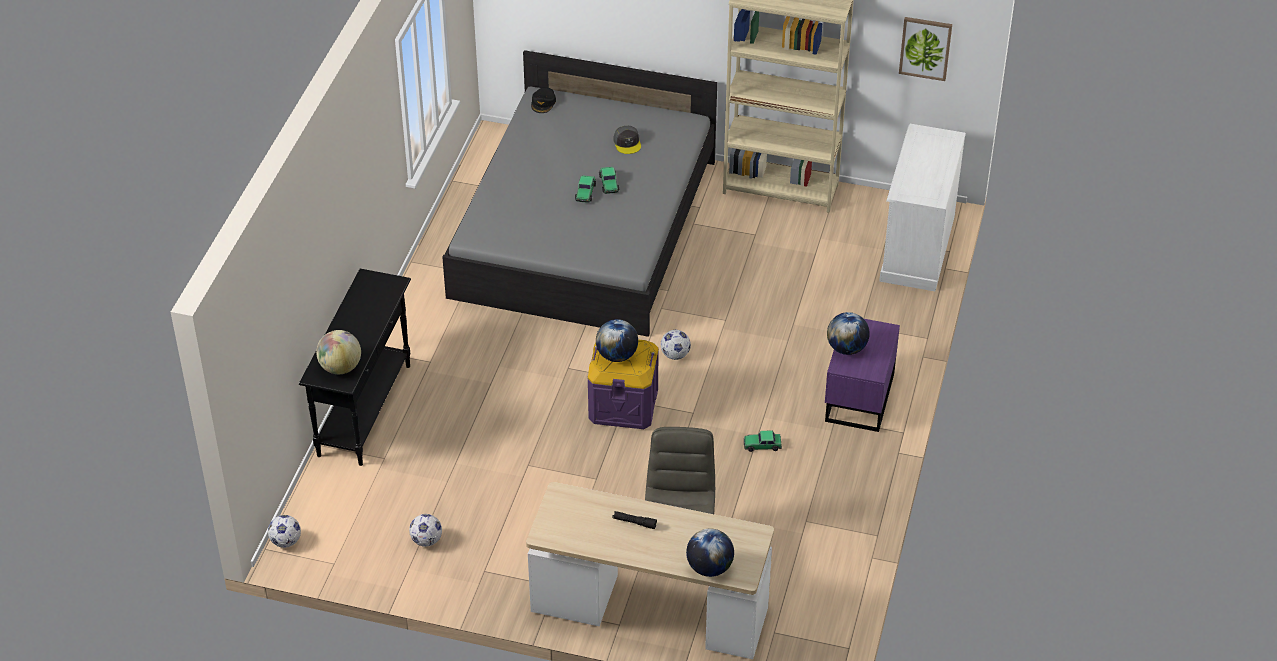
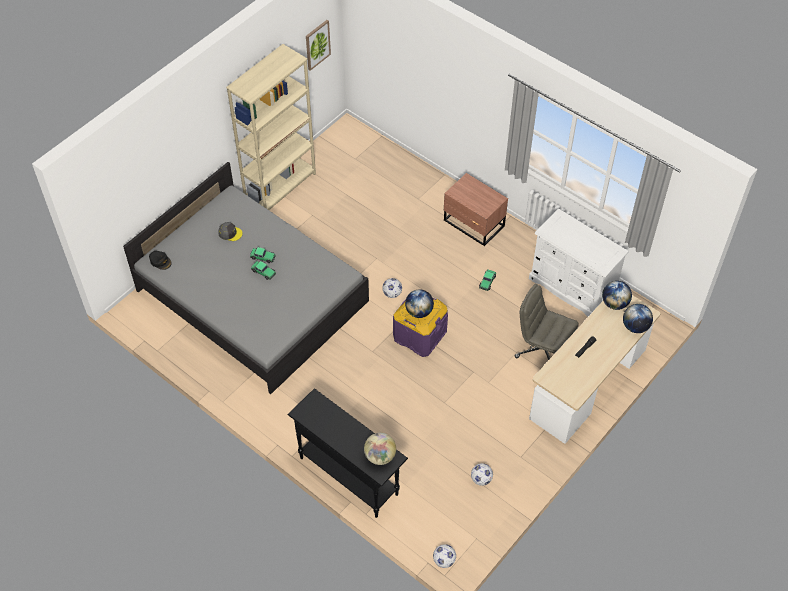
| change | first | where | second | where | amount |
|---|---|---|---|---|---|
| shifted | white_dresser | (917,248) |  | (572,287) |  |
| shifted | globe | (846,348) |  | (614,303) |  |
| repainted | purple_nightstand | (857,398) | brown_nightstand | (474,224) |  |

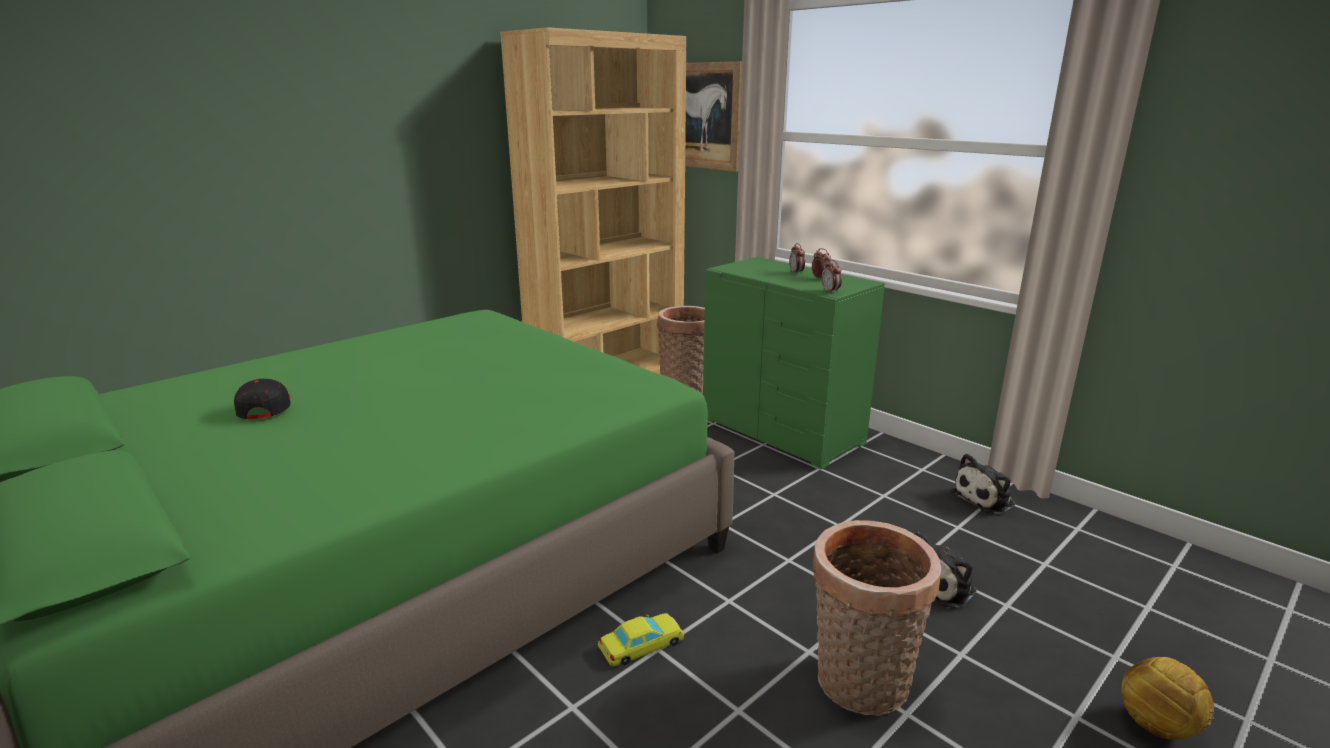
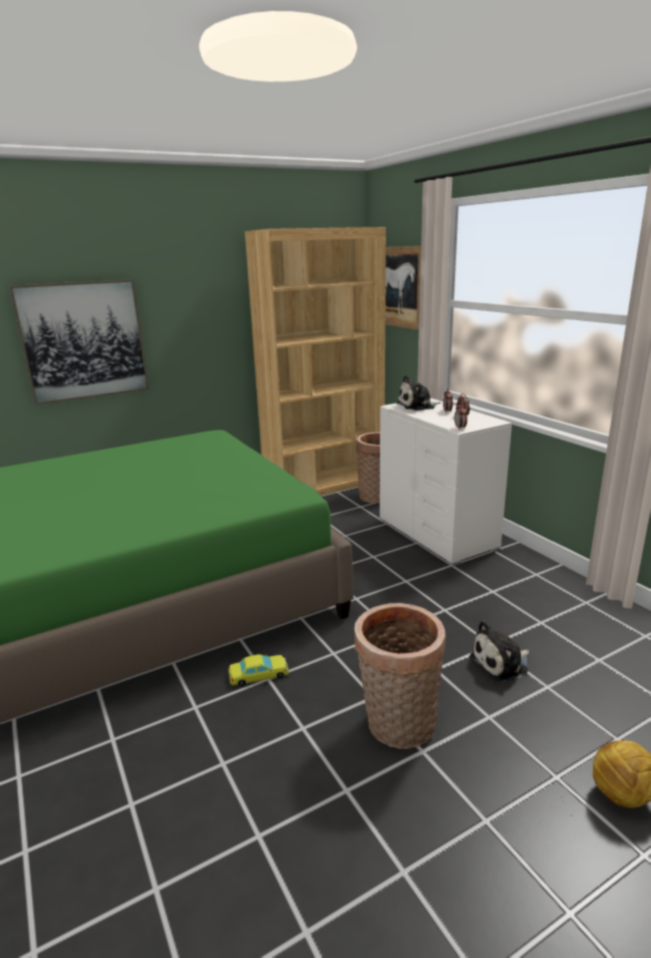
| change | first | where | second | where | amount |
|---|---|---|---|---|---|
| repainted | green_dresser | (783,430) | white_dresser | (437,533) |  |
| gone | black_cap | (265,407) |  |  |  |
| shifted | plush_toy | (985,498) |  | (418,406) |  |
| new |  |  | picture | (83,341) |  |

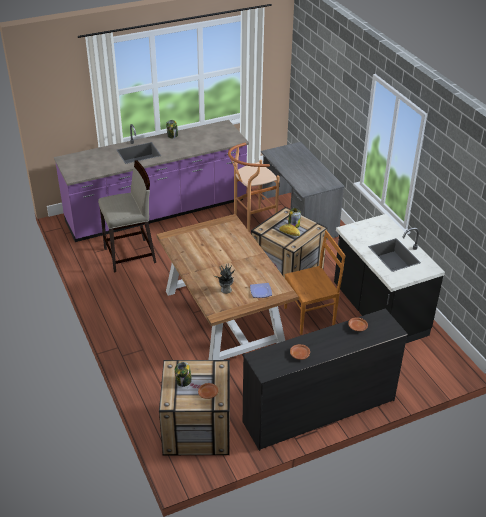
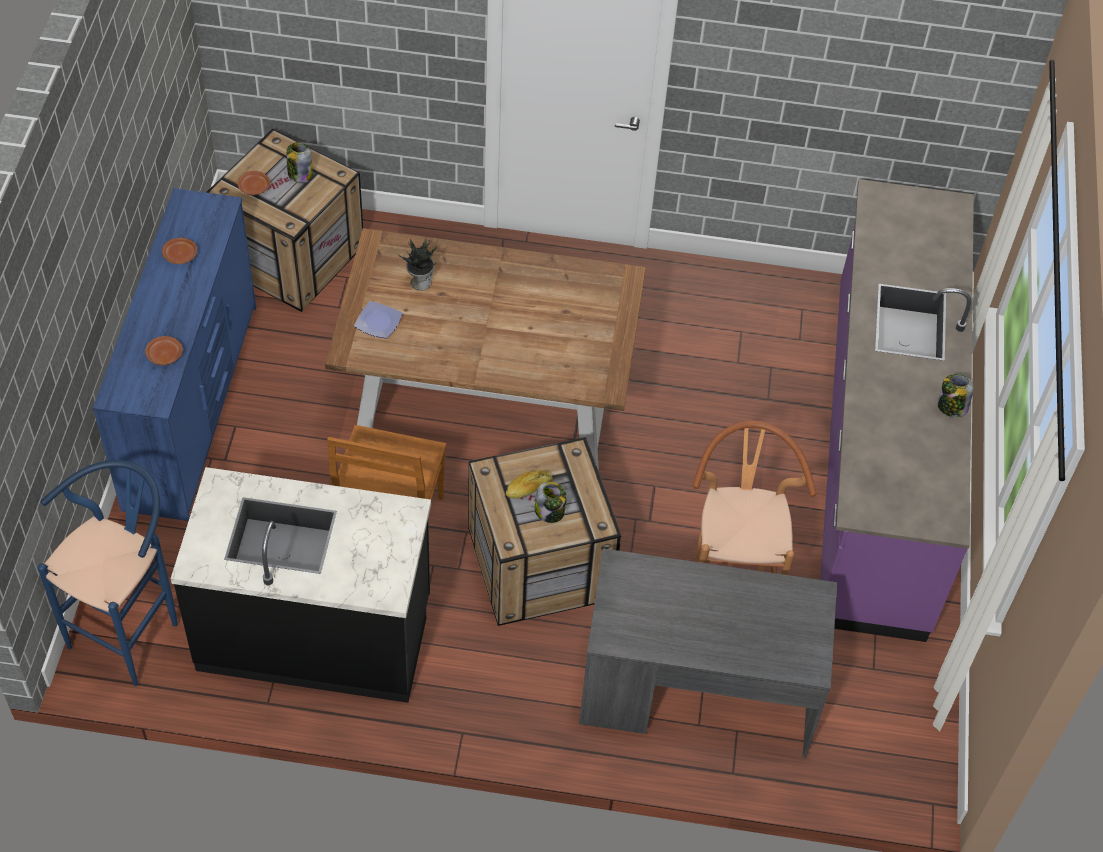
| change | first | where | second | where | amount |
|---|---|---|---|---|---|
| gone | beige_stool | (130,255) |  |  |  |
| repainted | black_dresser | (318,411) | blue_dresser | (193,405) |  |
| new |  |  | blue_stool | (132,629) |  |

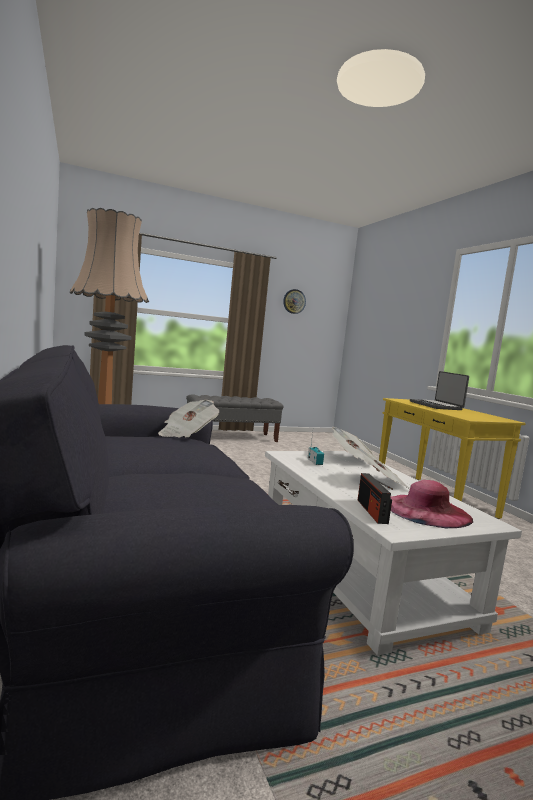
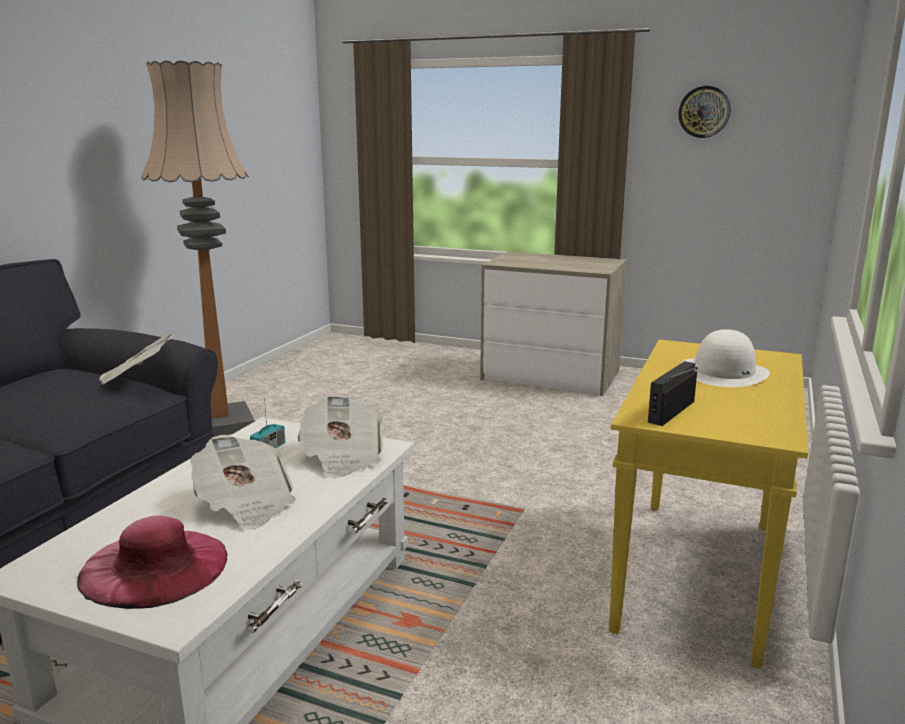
| change | first | where | second | where | amount |
|---|---|---|---|---|---|
| swapped | laptop | (436,406) | white_hat | (724,372) |  |
| swapped | grey_bench | (232,437) | dresser | (551,375) |  |
| shifted | radio | (372,511) |  | (671,411) |  |

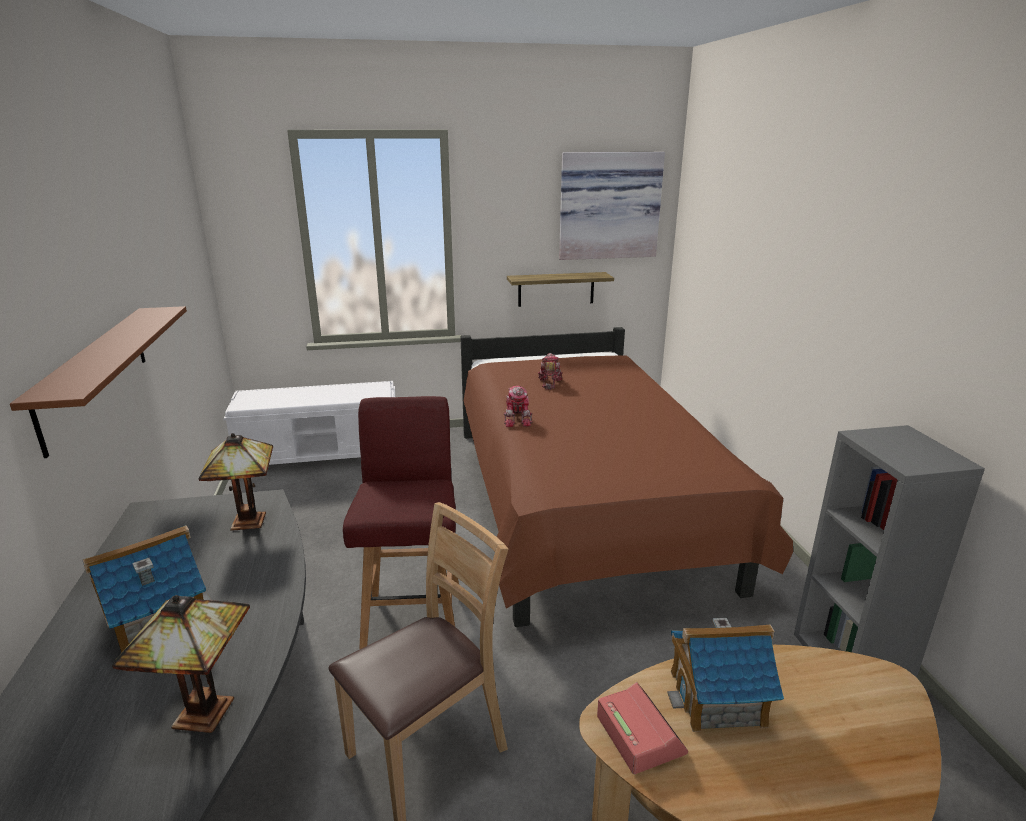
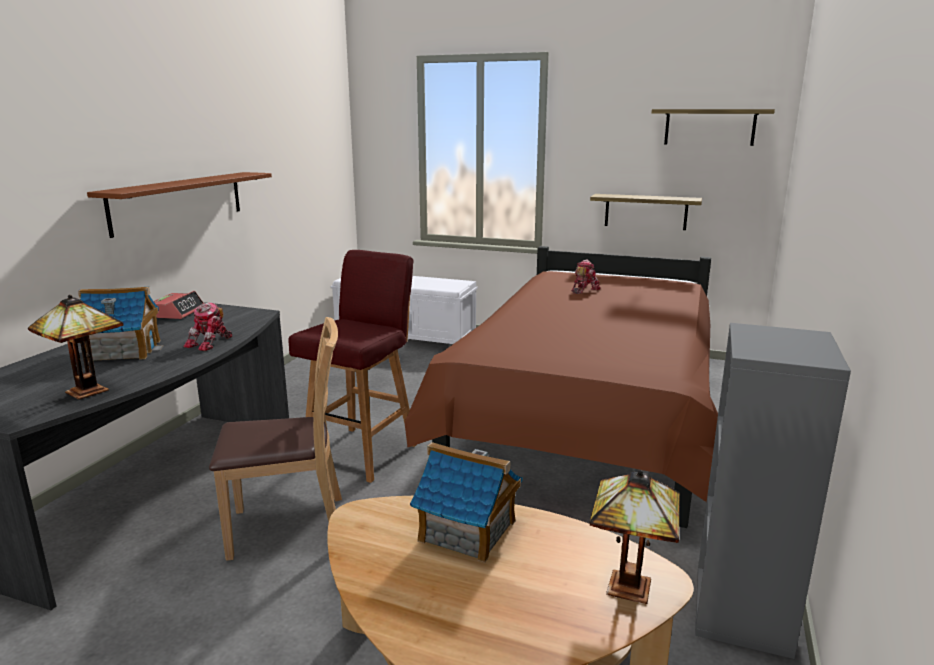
| change | first | where | second | where | amount |
|---|---|---|---|---|---|
| swapped | picture | (609,205) | shelf | (709,127) |  |
| shifted | toy_robot | (518,419) |  | (211,343) |  |
| shifted | table_lamp | (247,520) |  | (627,584) |  |
| shifted | alarm_clock | (639,734) |  | (177,312) |  |

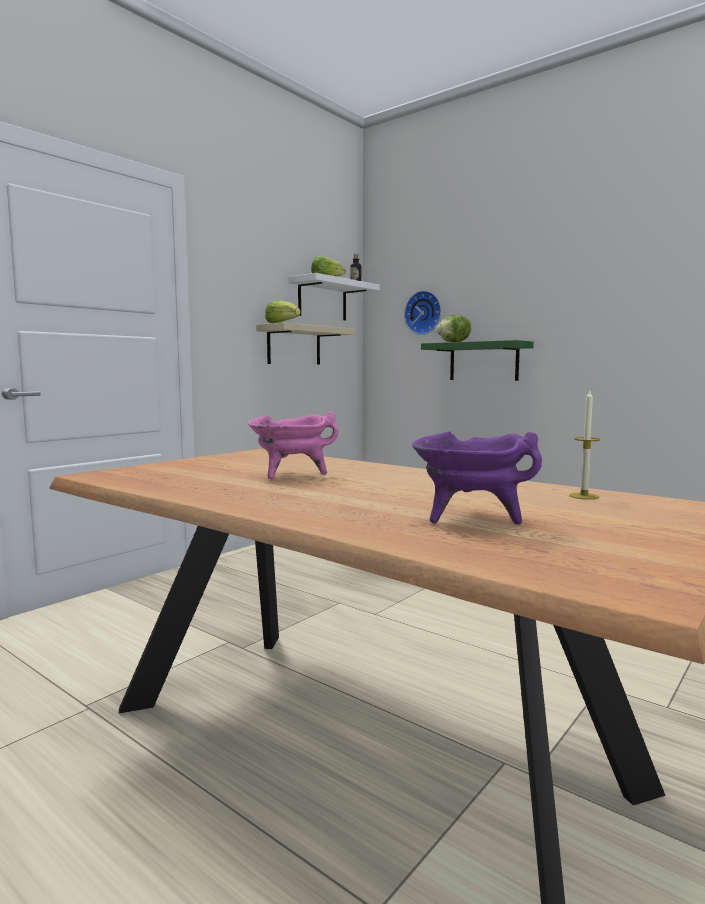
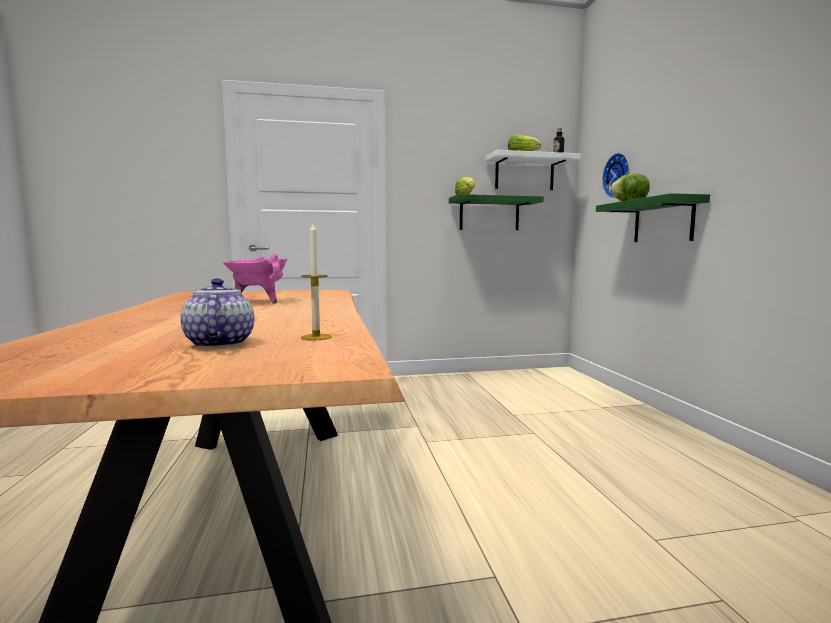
| change | first | where | second | where | amount |
|---|---|---|---|---|---|
| repainted | beige_shelf | (294,345) | green_shelf | (489,214) |  |
| gone | purple_cooking_pot | (470,518) |  |  |  |
| new |  |  | teapot | (219,343) |  |

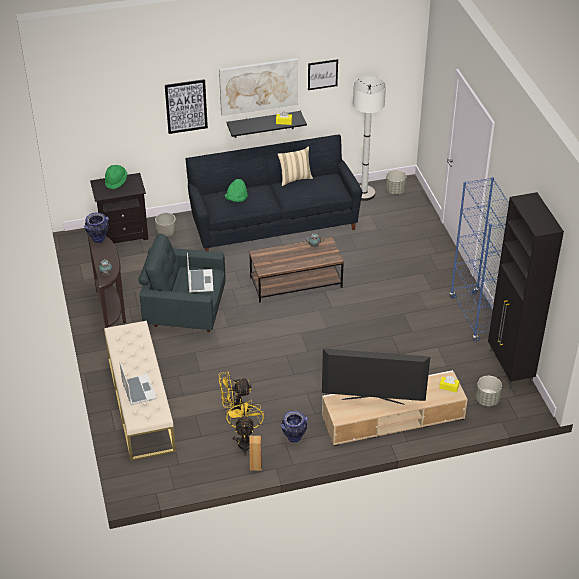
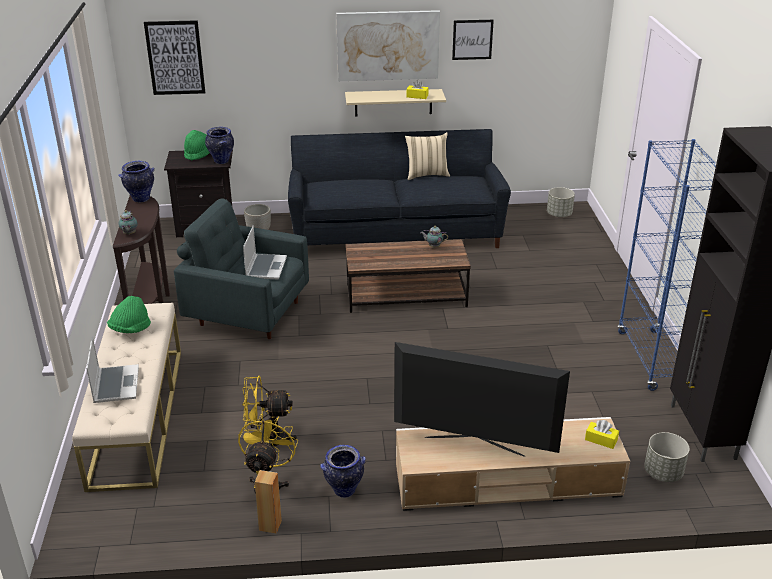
| change | first | where | second | where | amount |
|---|---|---|---|---|---|
| gone | white_floor_lamp | (364,193) |  |  |  |
| shifted | picture | (186,106) |  | (175,58) |  |
| repainted | black_shelf | (263,124) | beige_shelf | (393,102) |  |
| shifted | green_hat | (236,199) |  | (130,329) |  |
| new |  |  | vase | (221,161) |  |

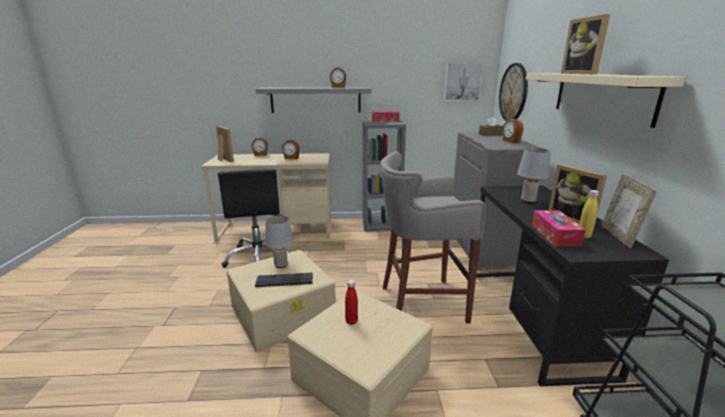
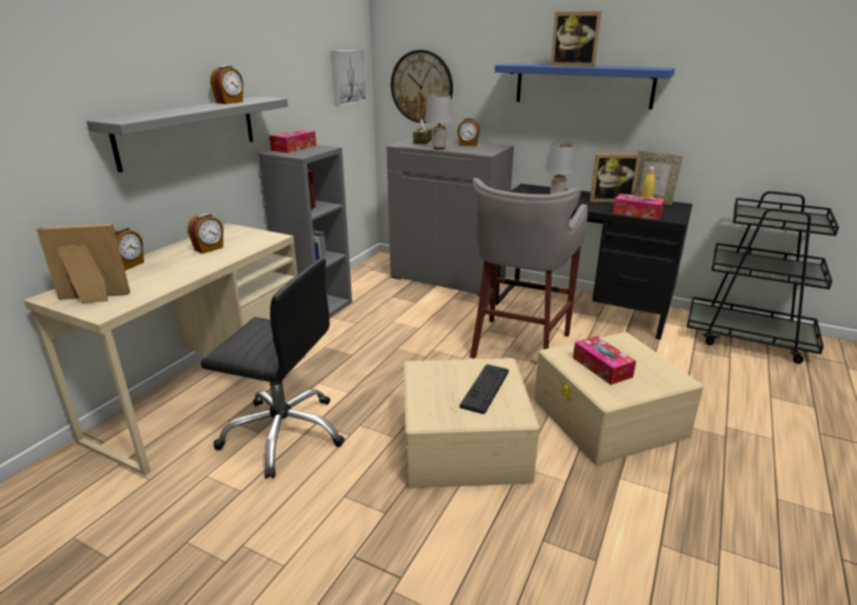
| change | first | where | second | where | amount |
|---|---|---|---|---|---|
| repainted | beige_shelf | (601,96) | blue_shelf | (583,85) |  |
| shifted | grey_table_lamp | (280,265) |  | (438,148) |  |
| swapped | red_bottle | (351,321) | tissue_box | (602,367) |  |

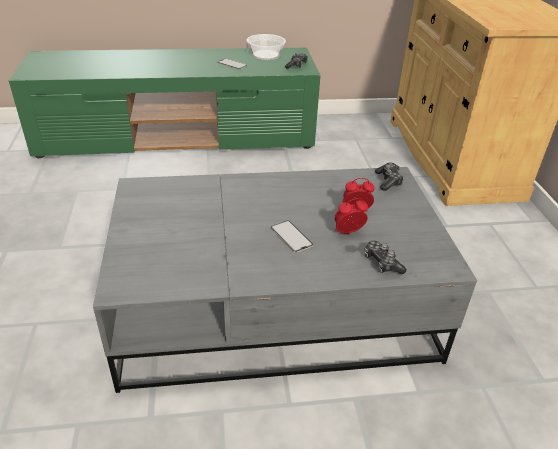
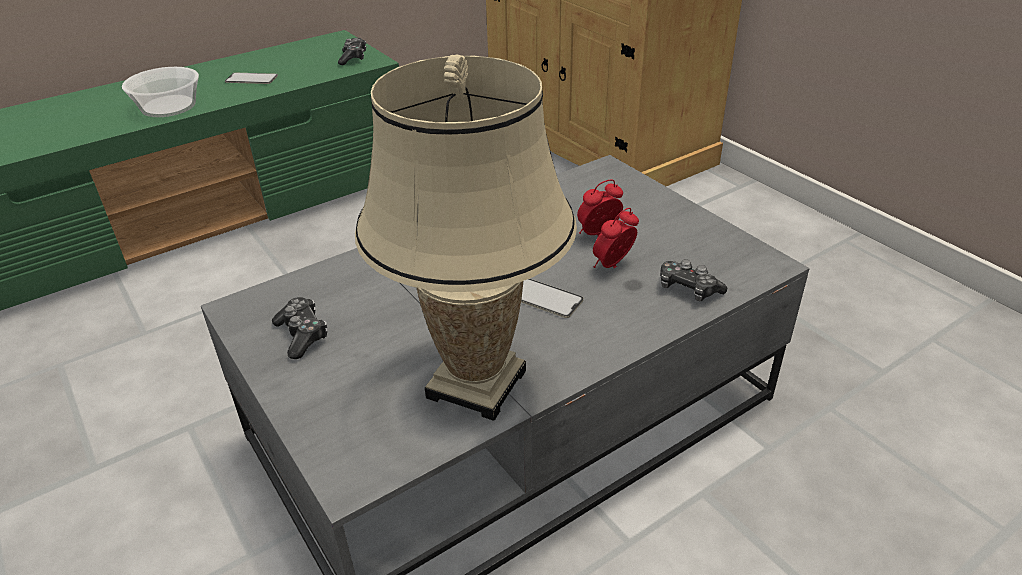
| change | first | where | second | where | amount |
|---|---|---|---|---|---|
| shifted | bowl | (265,55) |  | (168,106) |  |
| shifted | game_controller | (388,181) |  | (302,335) |  |
| new |  |  | beige_table_lamp | (476,383) |  |

